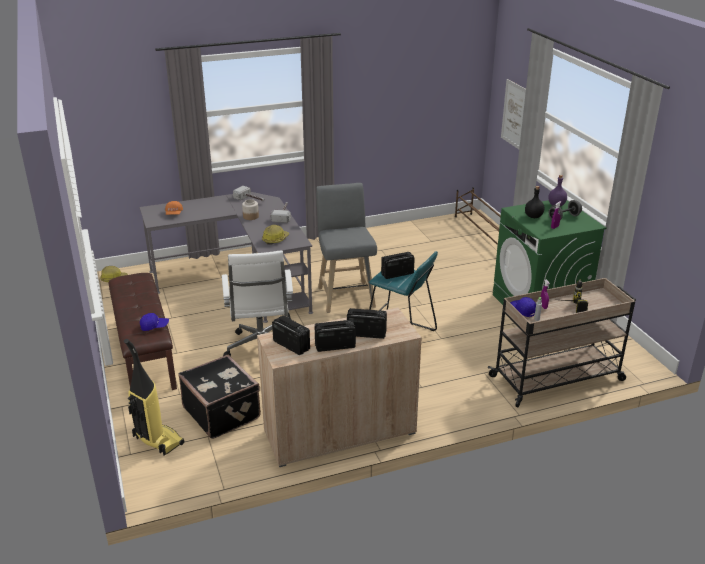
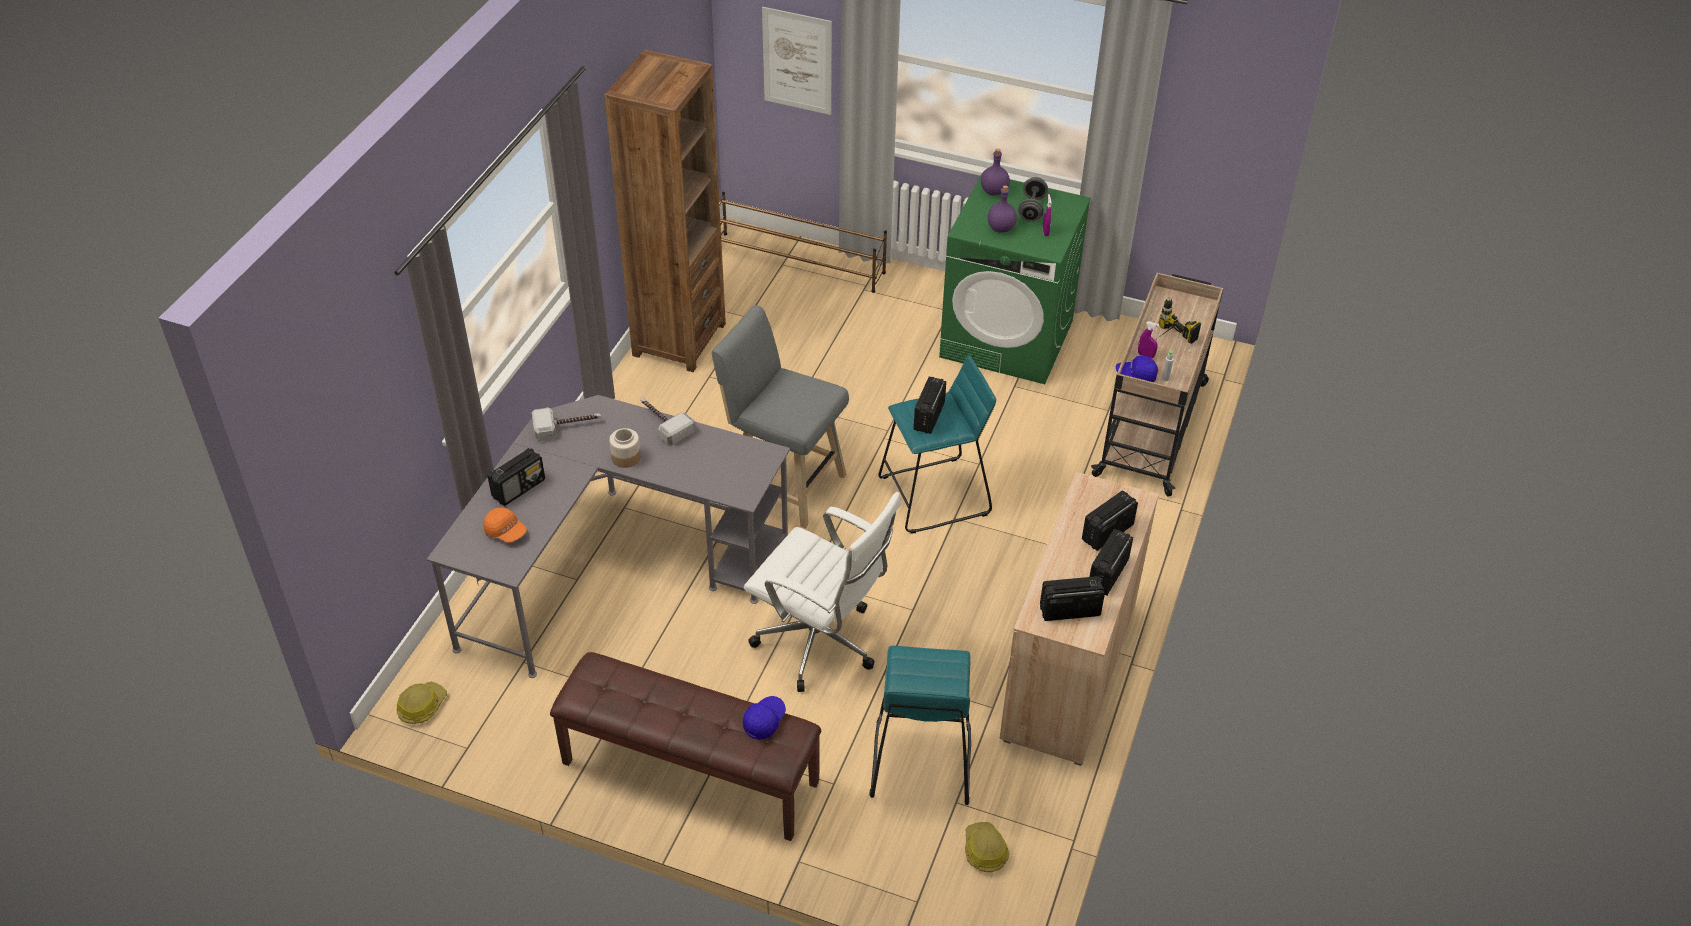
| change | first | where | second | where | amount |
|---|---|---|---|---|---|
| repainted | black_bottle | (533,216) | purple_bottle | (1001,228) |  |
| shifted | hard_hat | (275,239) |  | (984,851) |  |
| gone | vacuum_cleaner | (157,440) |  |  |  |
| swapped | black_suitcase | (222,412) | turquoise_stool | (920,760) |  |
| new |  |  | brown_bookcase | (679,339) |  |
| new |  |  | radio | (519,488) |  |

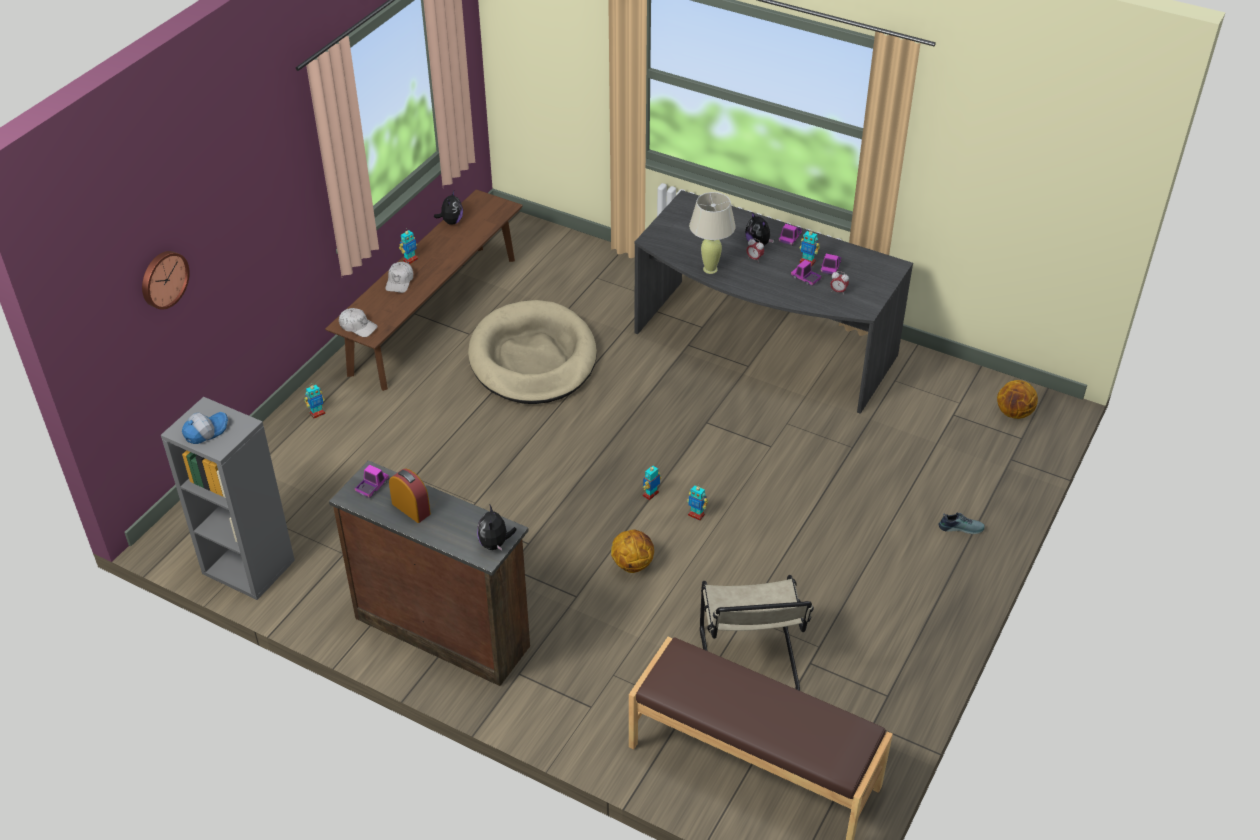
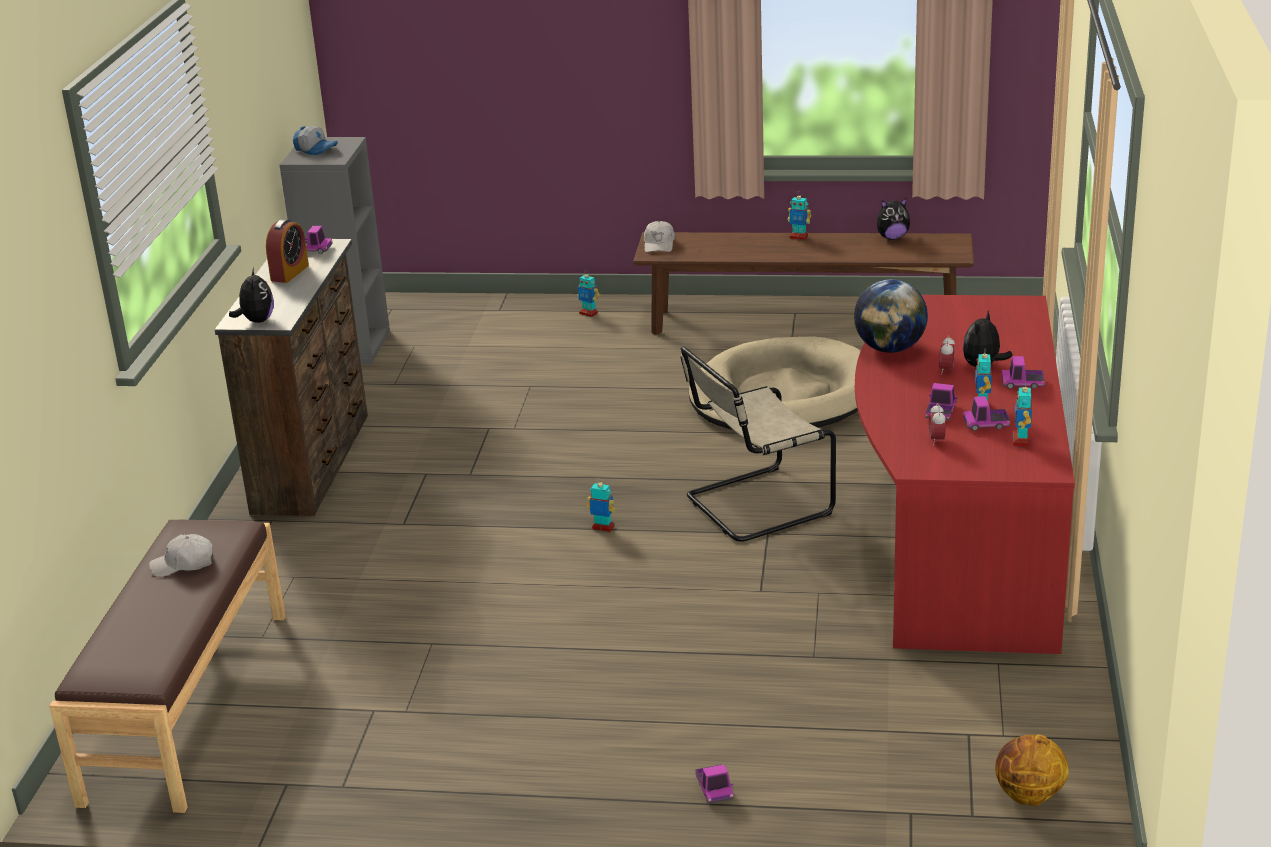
| change | first | where | second | where | amount |
|---|---|---|---|---|---|
| repainted | grey_desk | (761,348) | red_desk | (958,538) |  |
| swapped | beige_table_lamp | (710,269) | globe | (890,348) |  |
| gone | wall_clock | (163,279) |  |  |  |
| shifted | white_cap | (400,282) |  | (183,564) |  |
| shifted | toy_robot | (696,514) |  | (1021,441) |  |
| rotated | plush_toy | (495,544) |  | (256,321) | 105 degrees clockwise |
| swapped | shoe | (960,527) | toy_truck | (714,789) |  |
| gone | basketball | (632,564) |  |  |  |
| shifted | beige_chair | (750,664) |  | (753,506) |  |

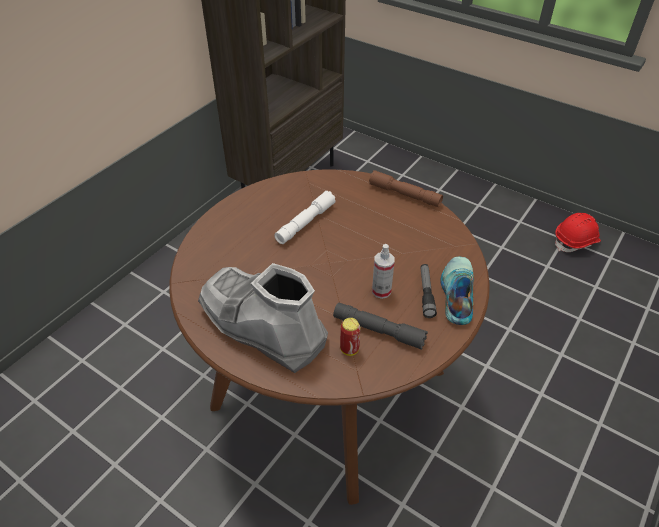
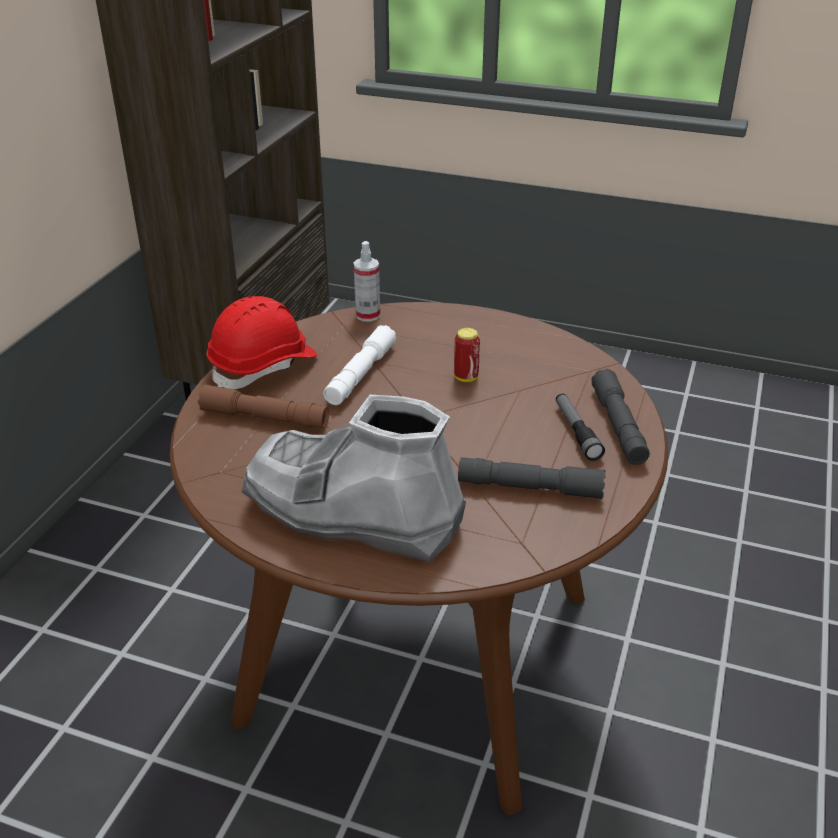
| change | first | where | second | where | amount |
|---|---|---|---|---|---|
| shifted | brown_flashlight | (405,194) |  | (265,417) |  |
| shifted | red_hard_hat | (576,241) |  | (264,366) |  |
| shifted | spray_bottle | (381,291) |  | (368,315) |  |
| swapped | shoe | (456,294) | grey_flashlight | (618,426) |  |
| shifted | can | (349,349) |  | (466,378) |  |

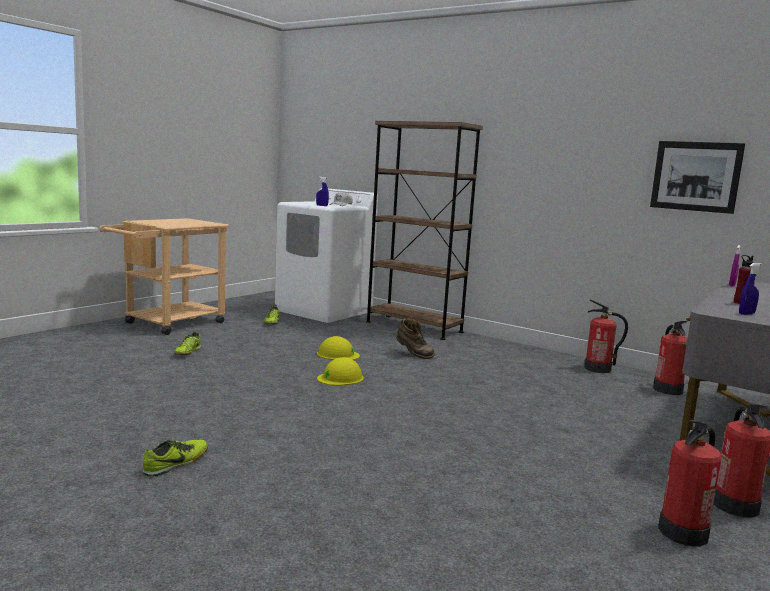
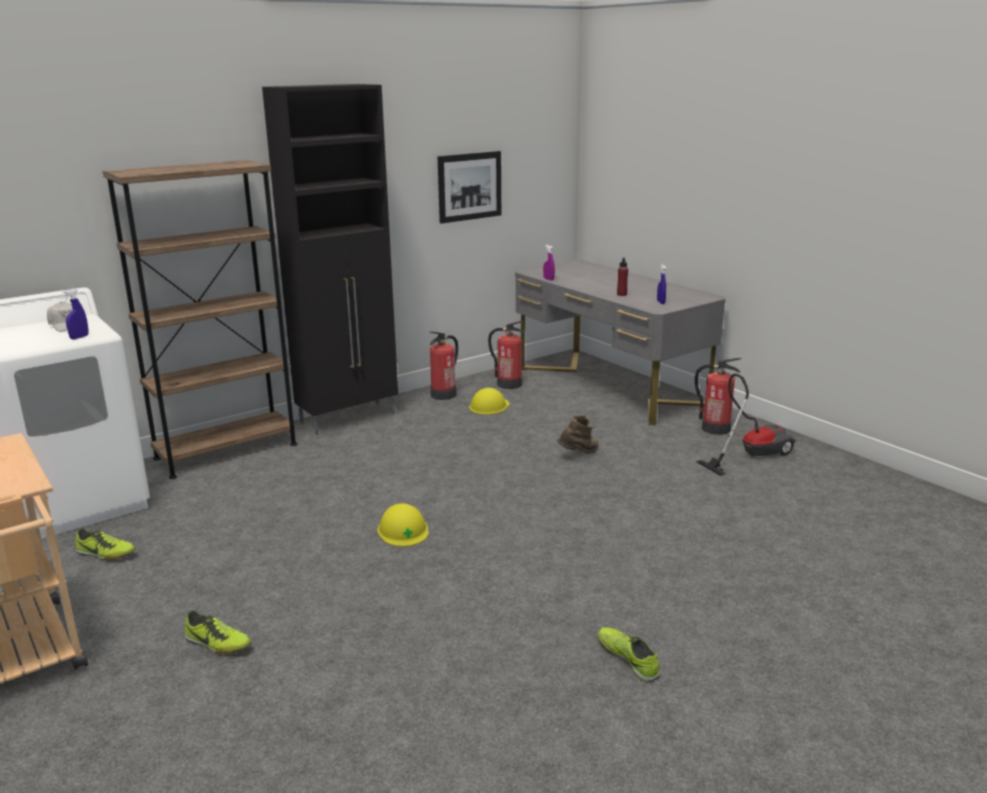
| change | first | where | second | where | amount |
|---|---|---|---|---|---|
| shifted | brown_boot | (413,354) |  | (579,454) |  |
| shifted | yellow_hard_hat | (337,354) |  | (489,406) |  |
| swapped | fire_extinguisher | (684,532) | vacuum_cleaner | (750,454) |  |
| new |  |  | black_cabinet | (349,418) |  |

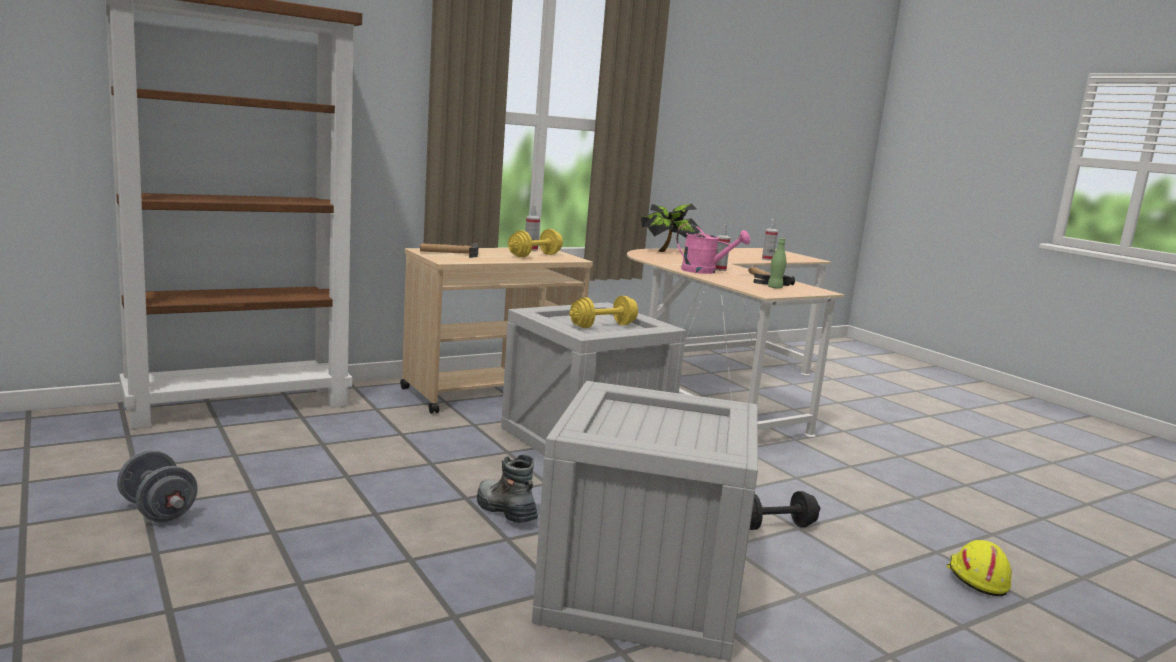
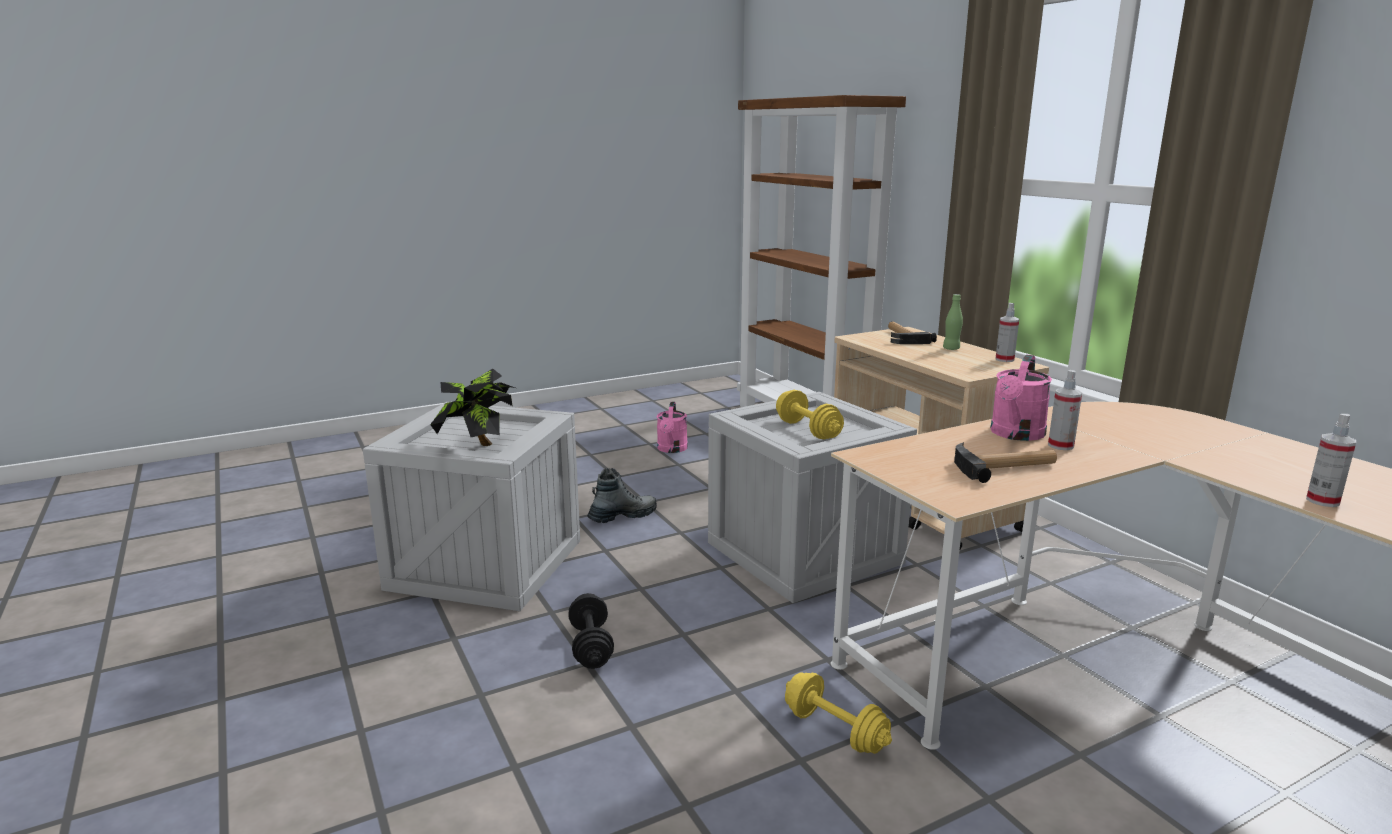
| change | first | where | second | where | amount |
|---|---|---|---|---|---|
| shifted | potted_plant | (668,252) |  | (480,448) |  |
| shifted | yellow_dumbbell | (535,255) |  | (835,730) |  |
| shifted | green_bottle | (775,287) |  | (951,349) |  |
| gone | grey_dumbbell | (158,511) |  |  |  |
| gone | yellow_hard_hat | (976,578) |  |  |  |
| new |  |  | pink_watering_can | (672,449) |  |

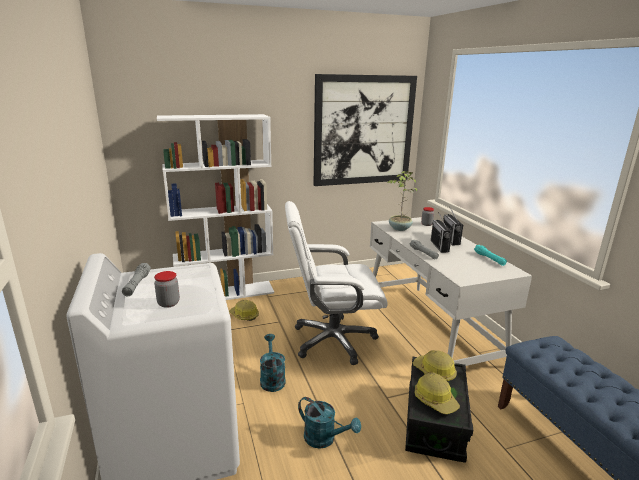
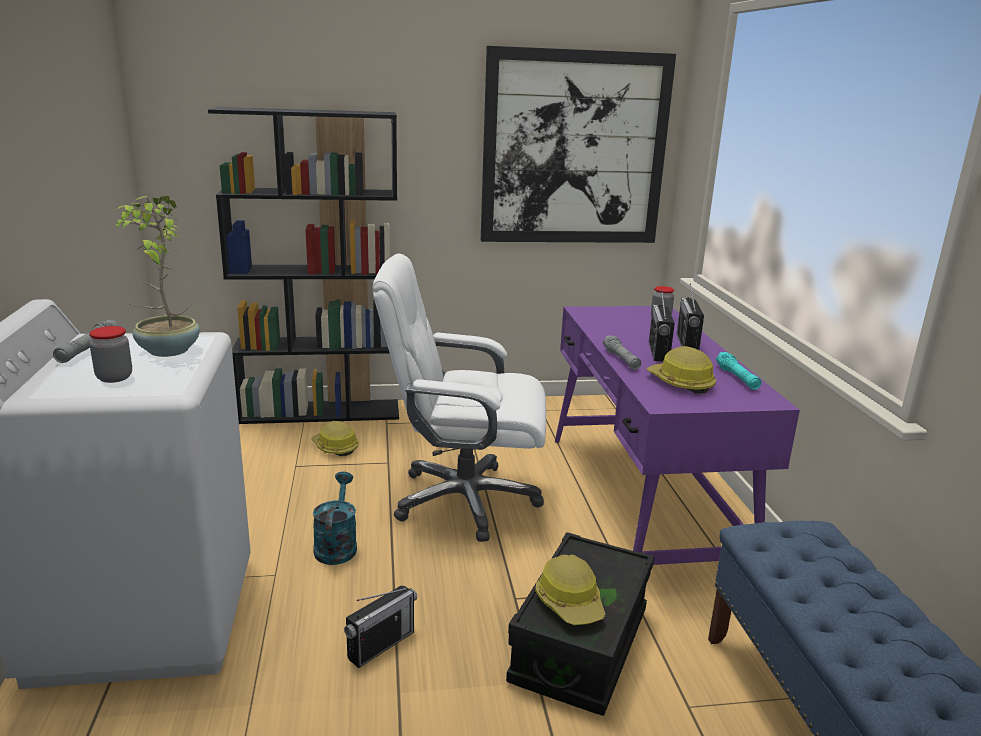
| change | first | where | second | where | amount |
|---|---|---|---|---|---|
| repainted | white_bookcase | (226,293) | black_bookcase | (321,412) |  |
| shifted | potted_plant | (399,229) |  | (167,351) |  |
| repainted | white_desk | (429,328) | purple_desk | (642,501) |  |
| shifted | hard_hat | (434,372) |  | (681,383) |  |
| swapped | turquoise_watering_can | (325,439) | radio | (381,645) |  |

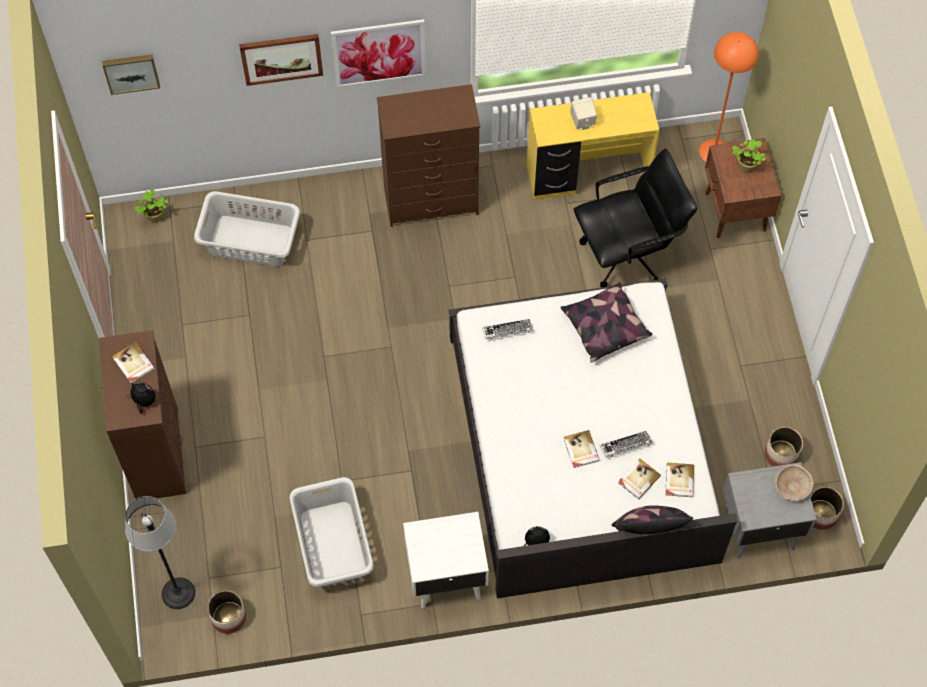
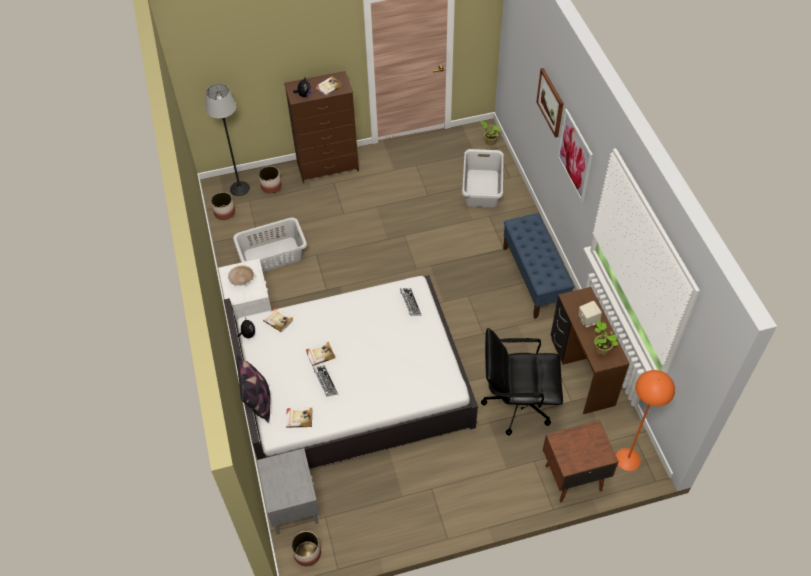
| change | first | where | second | where | amount |
|---|---|---|---|---|---|
| gone | picture | (131,72) |  |  |  |
| swapped | brown_dresser | (432,202) | blue_bench | (534,279) |  |
| repainted | yellow_desk | (588,176) | brown_desk | (581,372) |  |
| shifted | potted_plant | (745,167) |  | (601,349) |  |
| rotated | black_office_chair | (628,254) |  | (517,403) | 120 degrees clockwise |
| gone | pillow | (604,327) |  |  |  |
| shifted | planter | (781,455) |  | (271,186) |  |
| shifted | book | (638,479) |  | (278,320) |  |
| shifted | beige_bowl | (792,487) |  | (241,279) |  |

